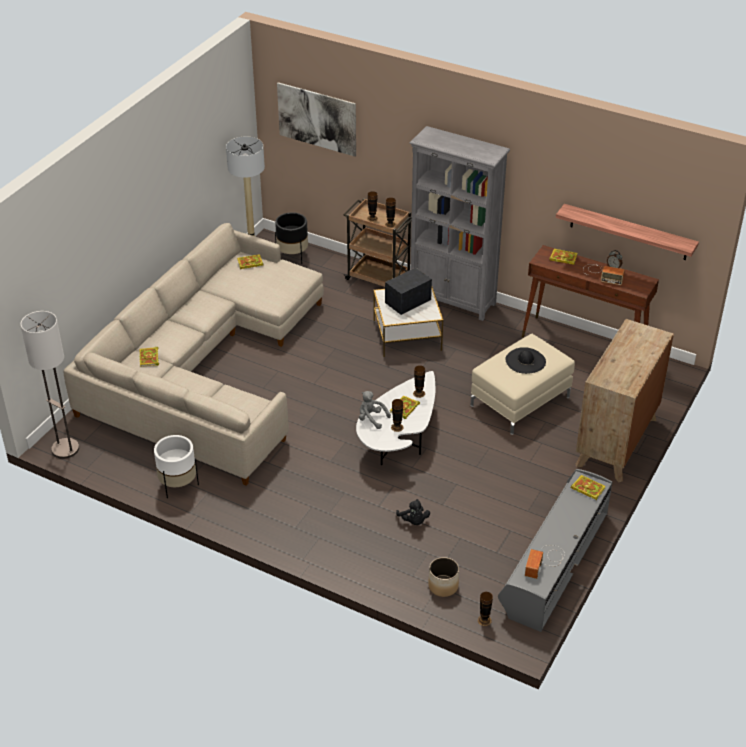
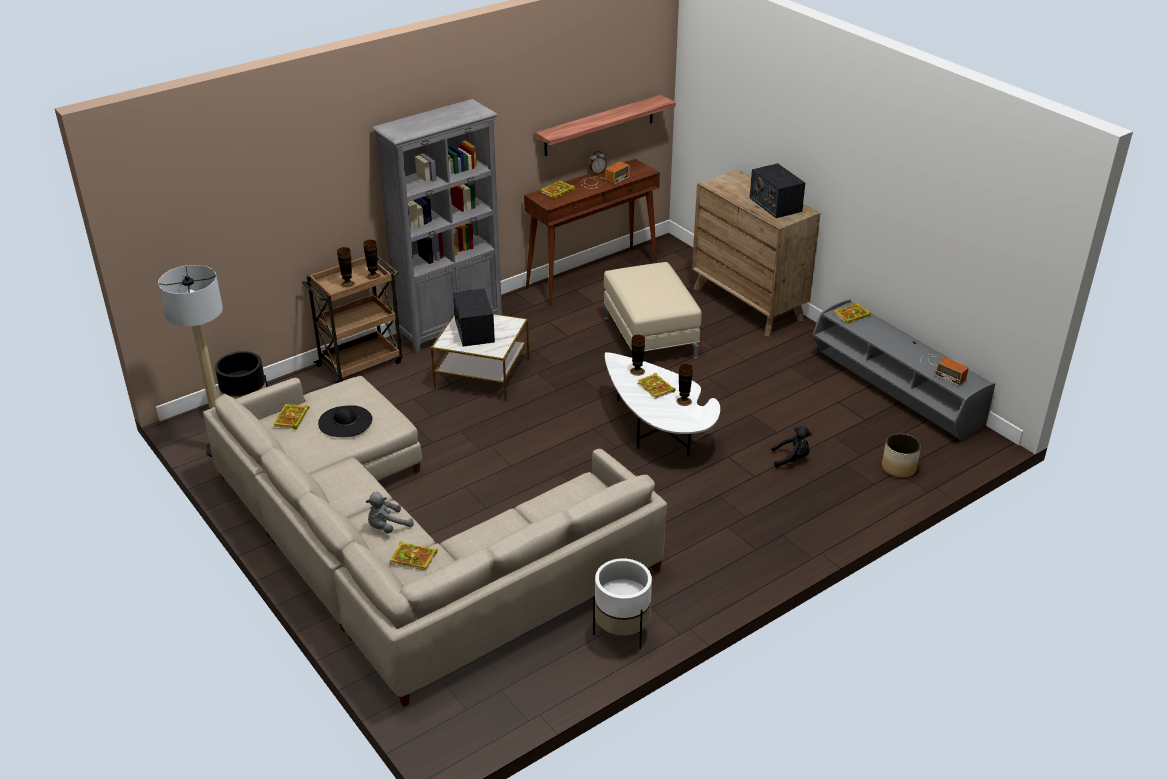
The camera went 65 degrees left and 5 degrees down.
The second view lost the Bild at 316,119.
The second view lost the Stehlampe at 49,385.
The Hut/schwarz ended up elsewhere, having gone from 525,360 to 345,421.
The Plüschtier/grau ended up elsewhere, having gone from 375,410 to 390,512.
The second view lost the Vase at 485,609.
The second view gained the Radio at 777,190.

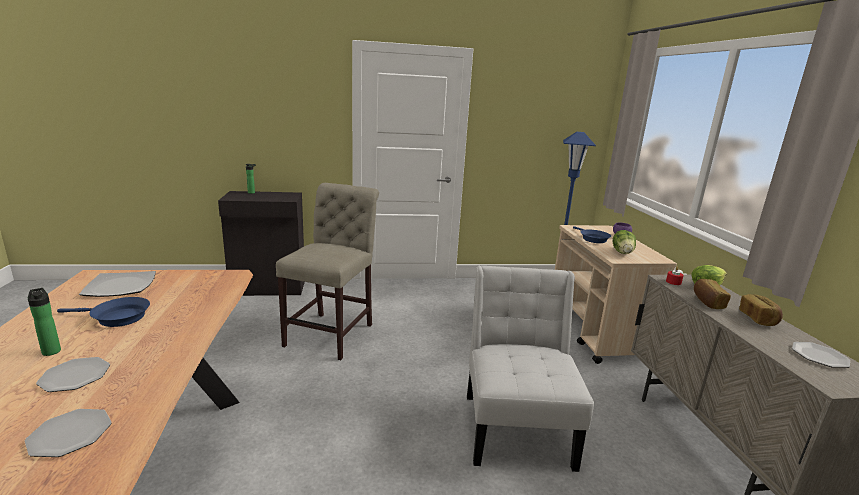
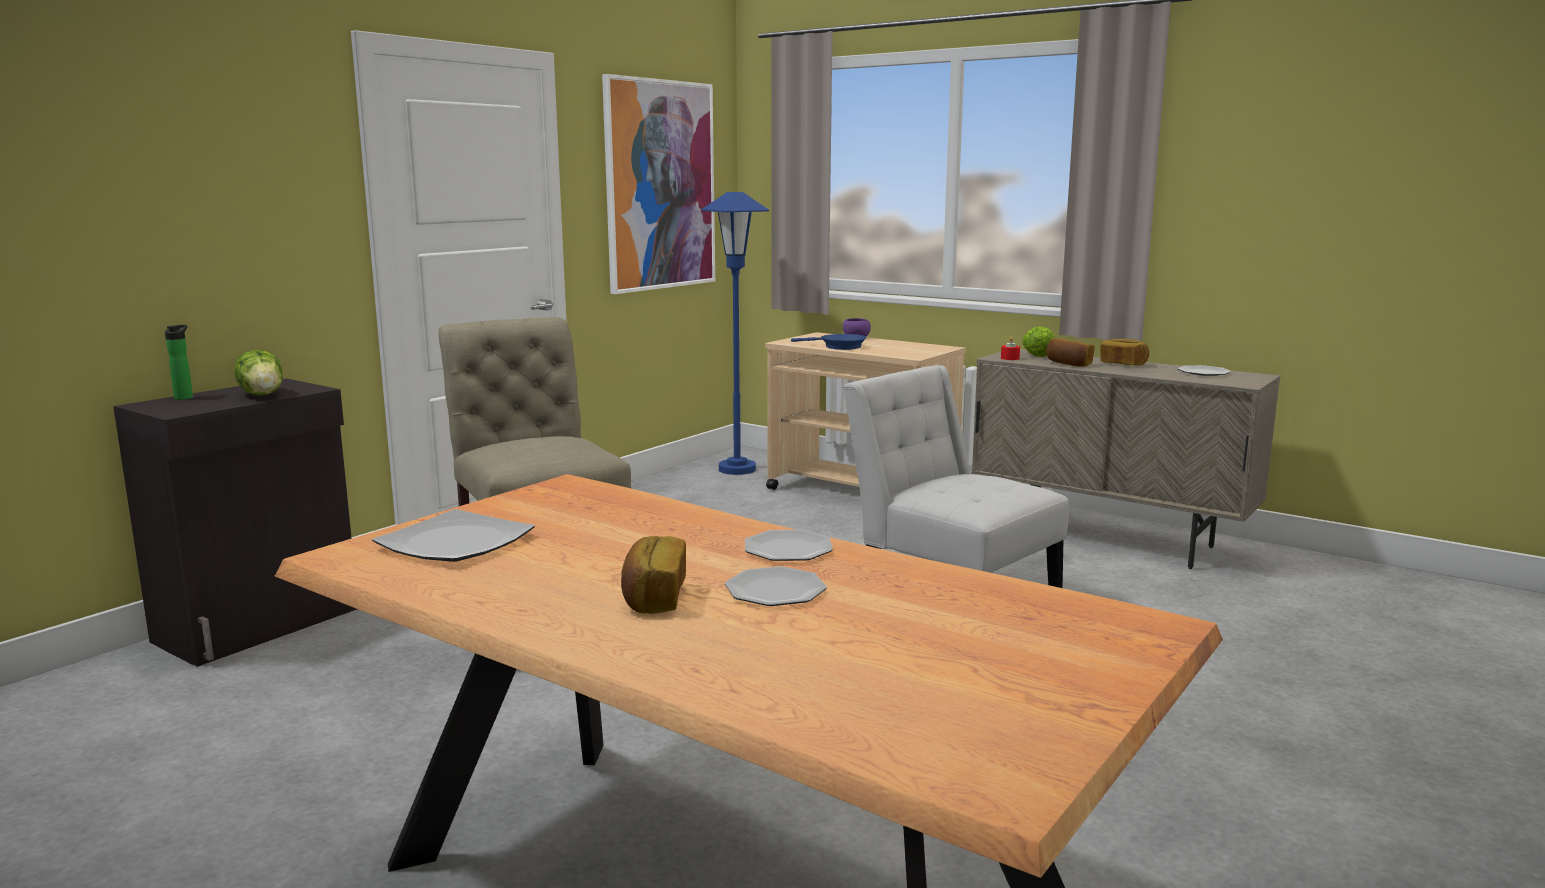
The camera went 45 degrees left and 5 degrees down.
The Salatkopf ended up elsewhere, having gone from 624,242 to 258,373.
Where the Flasche stood at 44,322, the Brot came to stand at 653,575.
The second view lost the Pfanne/blau at 103,312.
The Teller ended up elsewhere, having gone from 68,433 to 789,545.
The second view gained the Bild at 658,184.

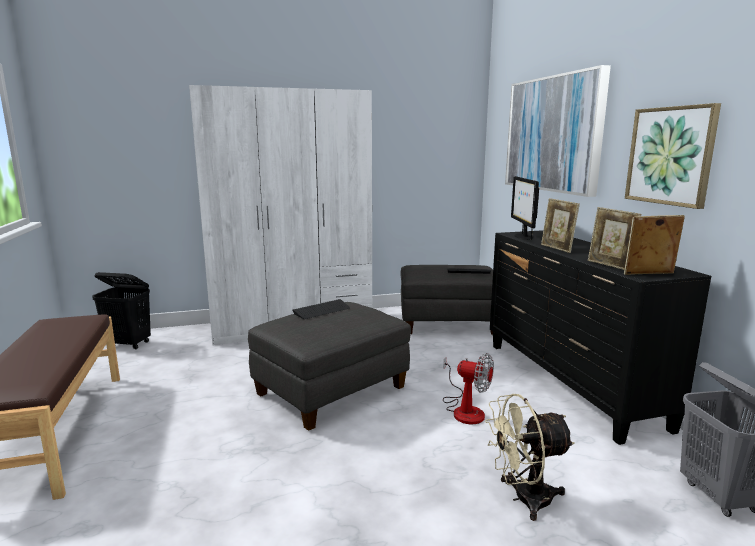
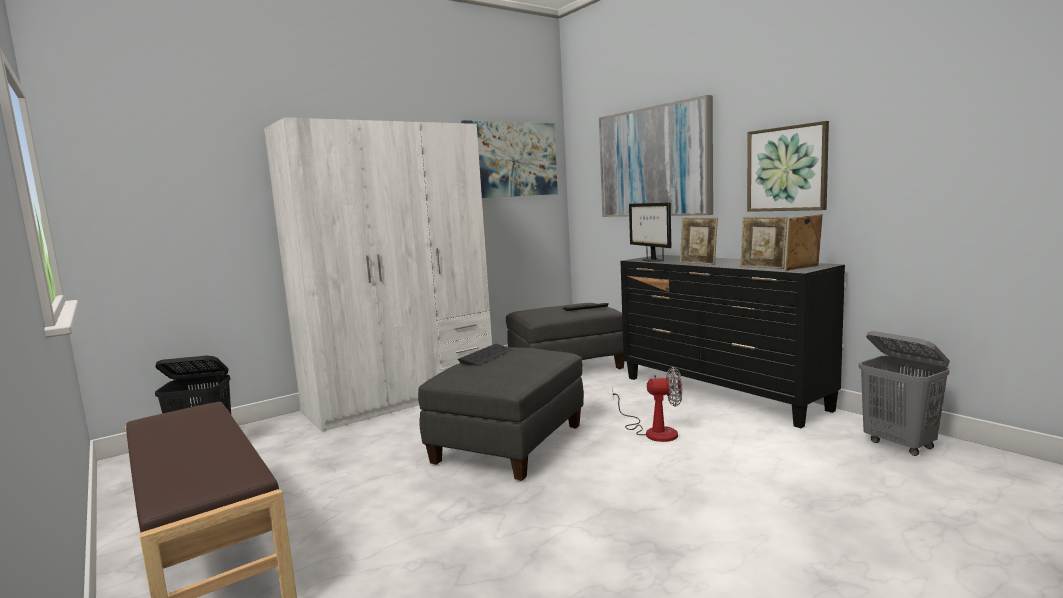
The camera went 20 degrees left and 5 degrees down.
The second view lost the Ventilator/beige at 530,457.
The second view gained the Bild at 509,159.

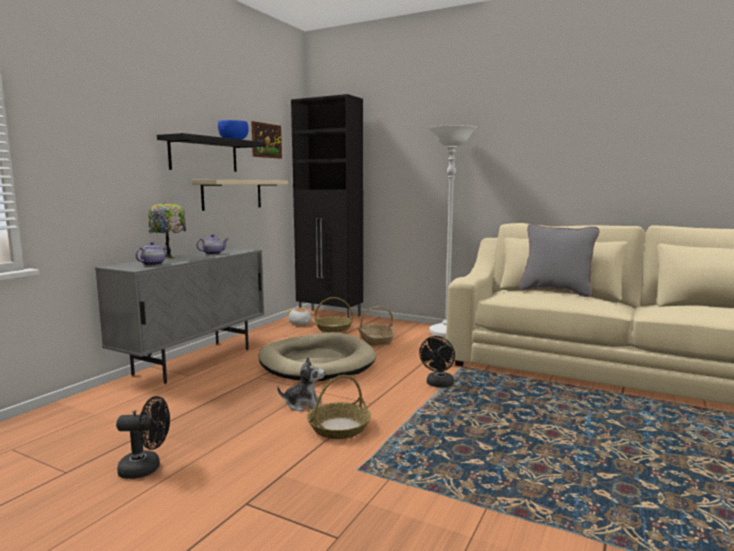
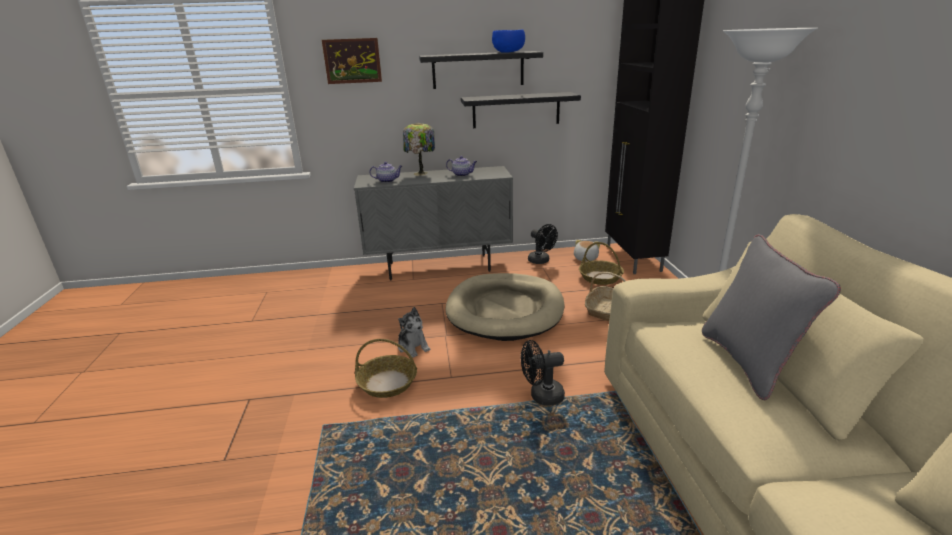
The camera went 55 degrees right and 15 degrees up.
The Bild ended up elsewhere, having gone from 266,140 to 352,61.
What was the Wandregal/beige at 240,195 turned into the Wandregal/schwarz at 521,110.
The Ventilator/schwarz ended up elsewhere, having gone from 143,437 to 543,244.

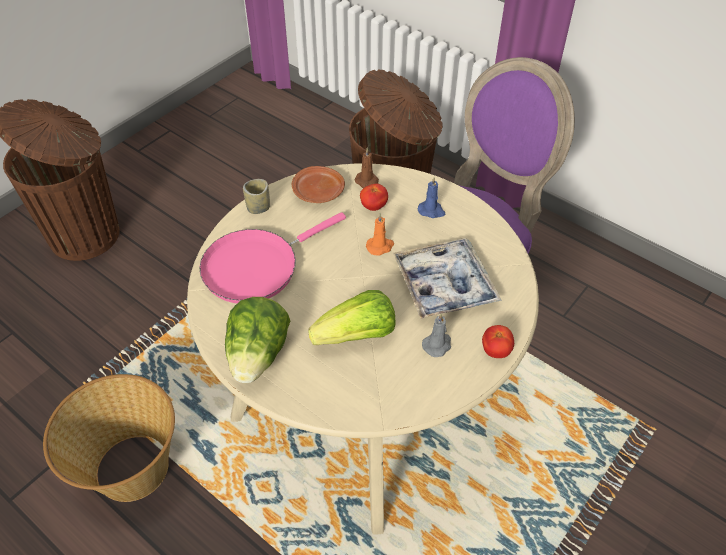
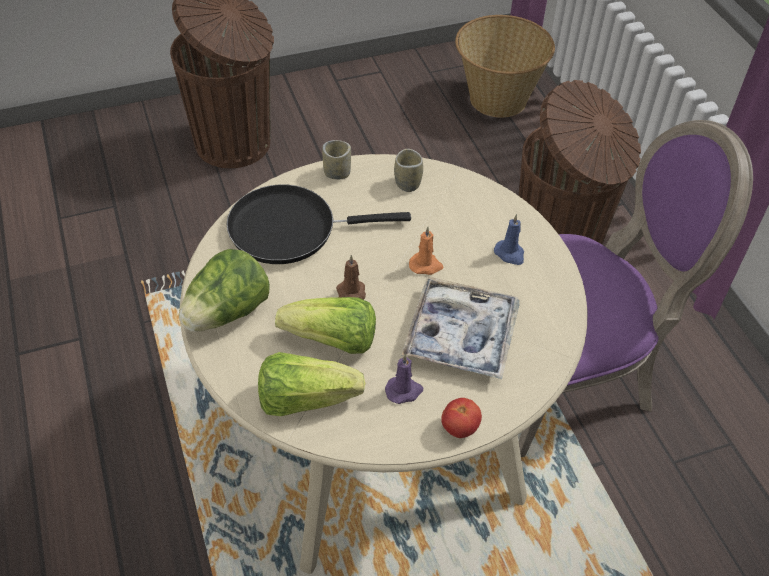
The camera went 30 degrees right and 0 degrees up.
The Kerze/braun ended up elsewhere, having gone from 367,168 to 351,277.
Where the Teller/braun stood at 318,184, the Tasse came to stand at 408,170.
The second view lost the Tomate at 374,197.
What was the Pfanne/rosa at 273,257 turned into the Pfanne/schwarz at 319,224.
What was the Kerze/grau at 436,335 turned into the Kerze/lila at 404,379.
The Korb ended up elsewhere, having gone from 109,438 to 505,66.
The second view gained the Salatkopf at 311,384.

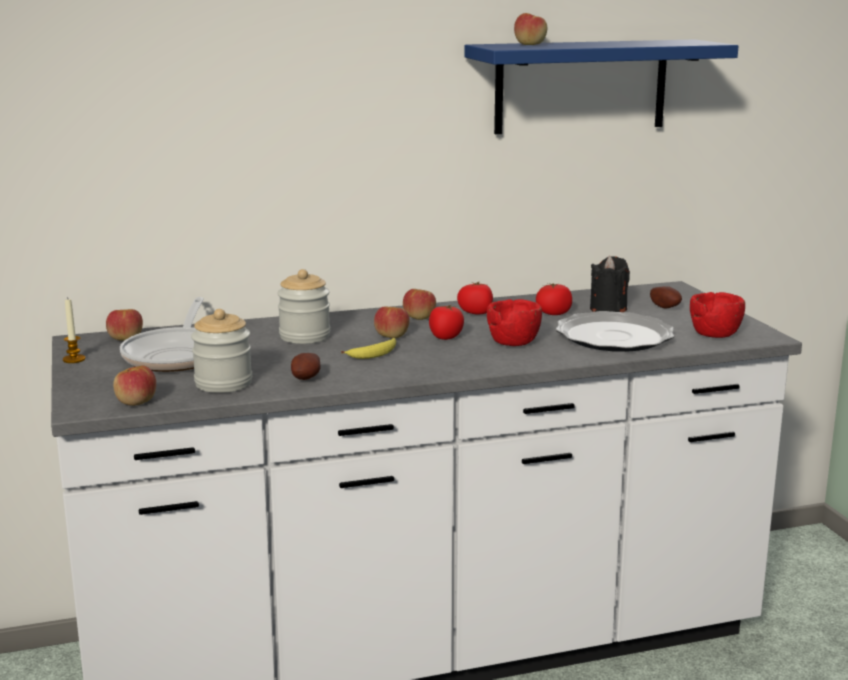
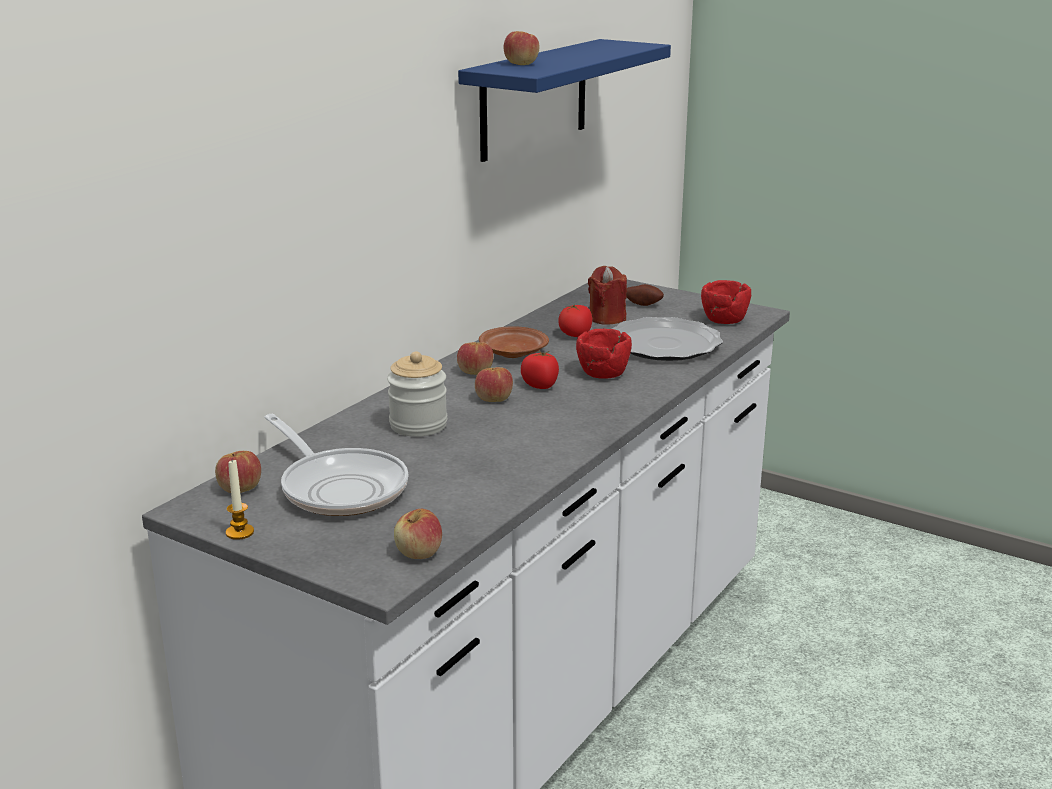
The camera went 40 degrees left and 5 degrees up.
What was the Kerze/schwarz at 610,284 turned into the Kerze/rot at 607,295.
Where the Tomate stood at 475,298, the Teller/braun came to stand at 514,342.
The second view lost the Vorratsglas at 221,351.
The second view lost the Banane at 368,348.
The second view lost the Kartoffel at 306,366.

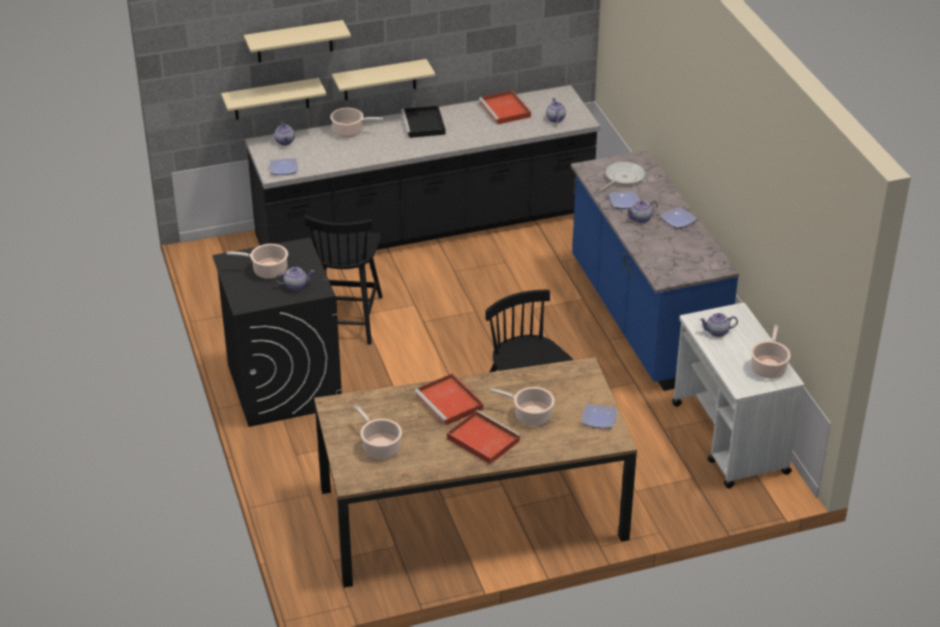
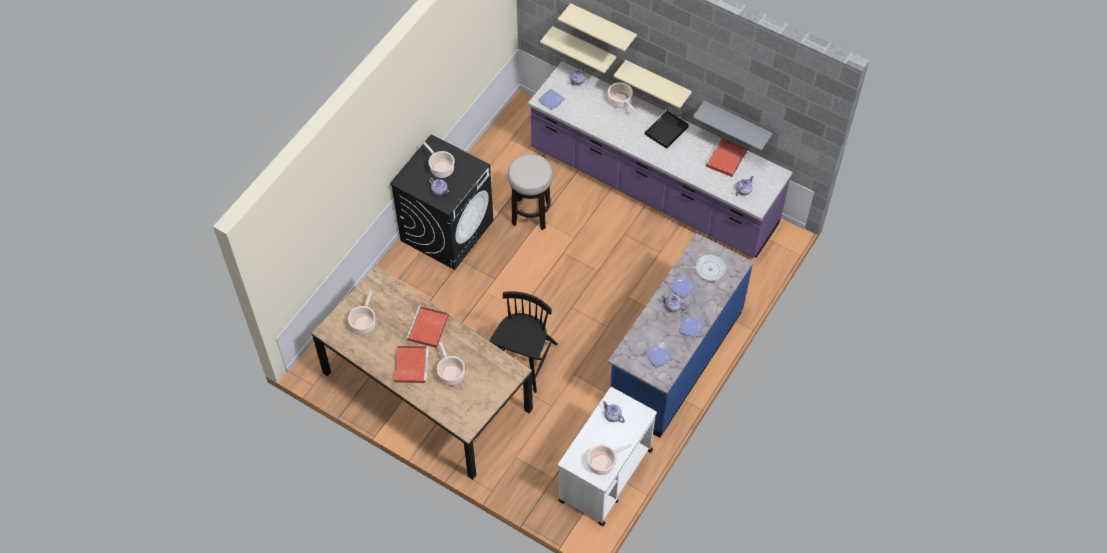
The camera went 50 degrees right and 20 degrees up.
What was the Küchenzeile/schwarz at 422,167 turned into the Küchenzeile/lila at 660,159.
Where the Stuhl/schwarz stood at 343,280, the Hocker came to stand at 530,192.
The Teller ended up elsewhere, having gone from 599,416 to 659,354.
The second view gained the Wandregal/grau at 732,126.

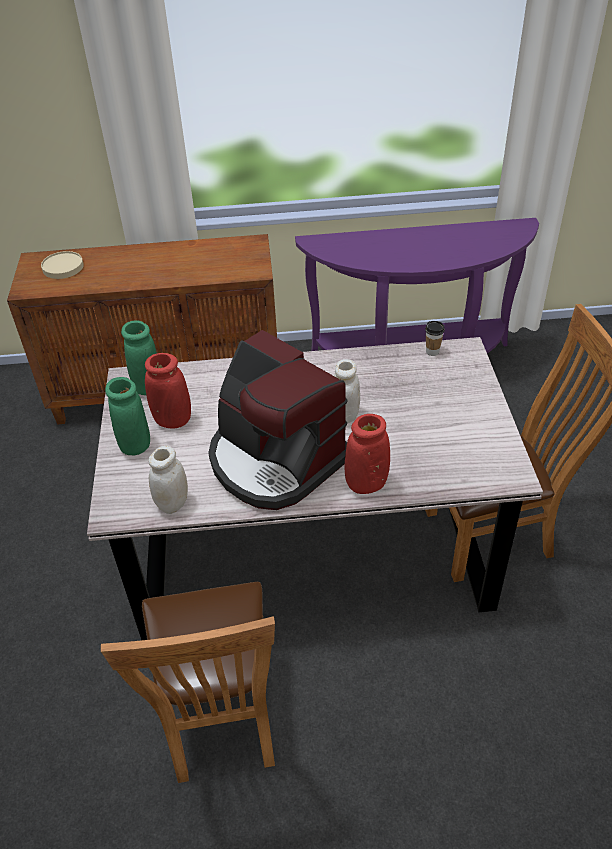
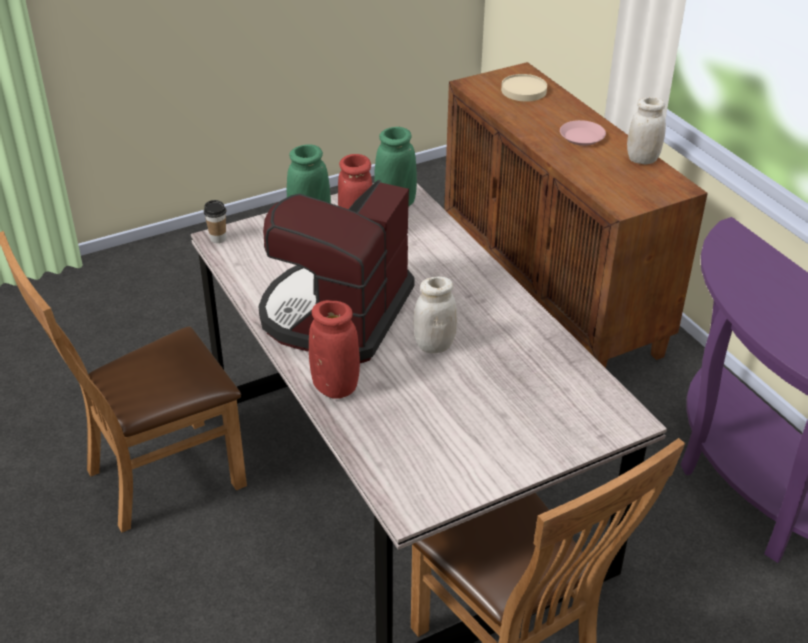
The camera went 65 degrees right and 5 degrees down.
The Tasse ended up elsewhere, having gone from 435,338 to 215,221.
The Vorratsglas/weiß ended up elsewhere, having gone from 168,480 to 646,130.
The second view gained the Teller/rosa at 583,133.

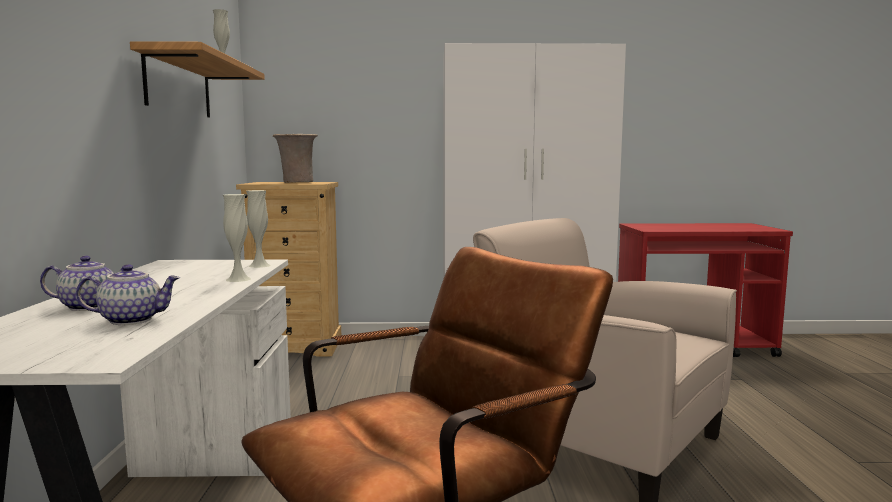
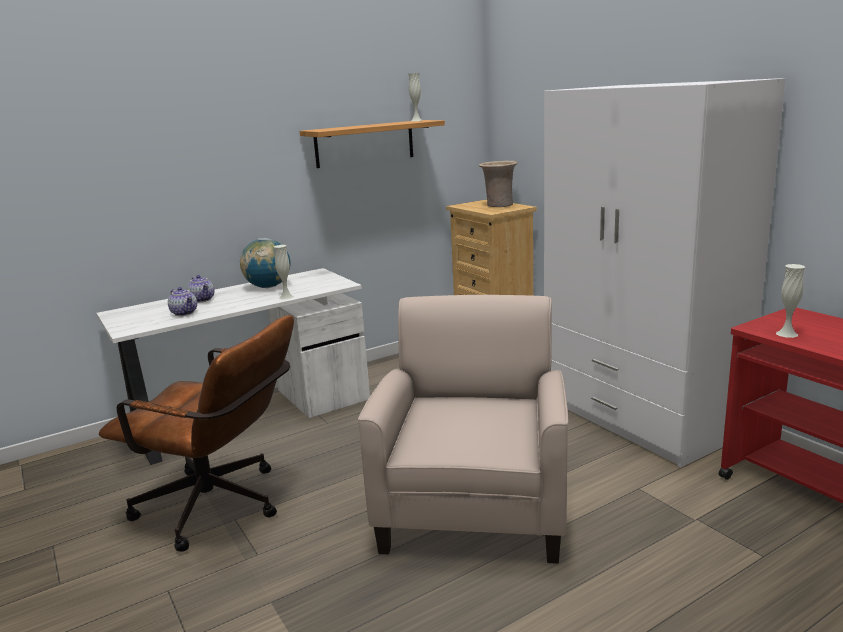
The camera went 60 degrees right and 10 degrees up.
The Vase/weiß ended up elsewhere, having gone from 258,229 to 790,301.
The second view gained the Globus at 265,263.

